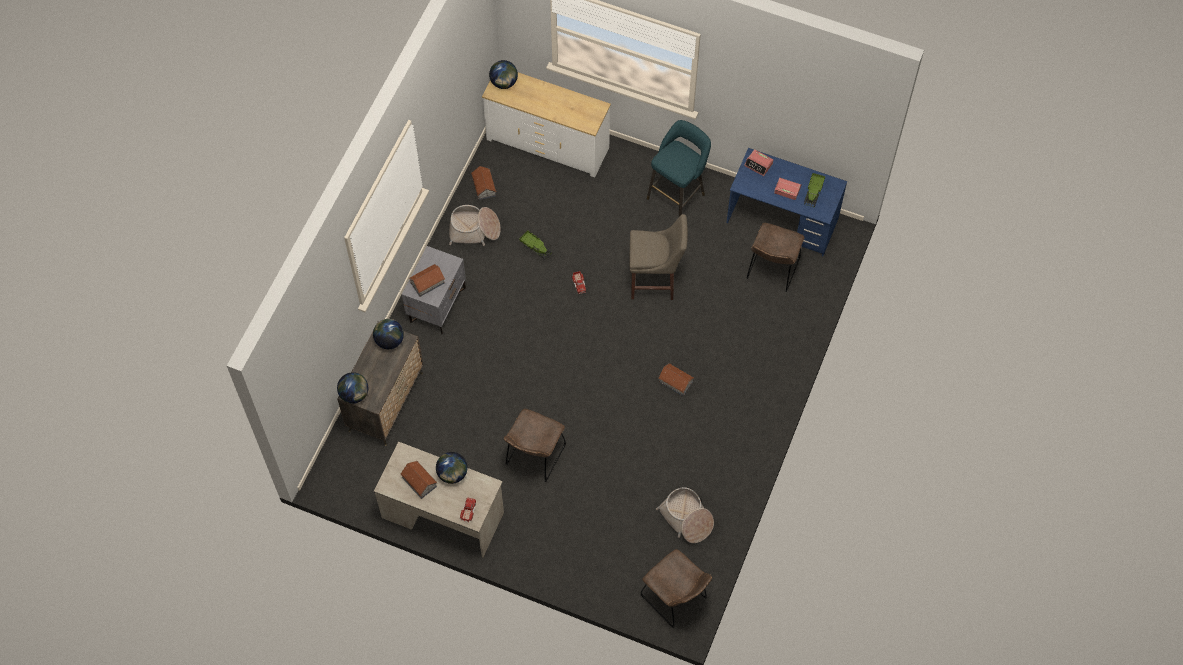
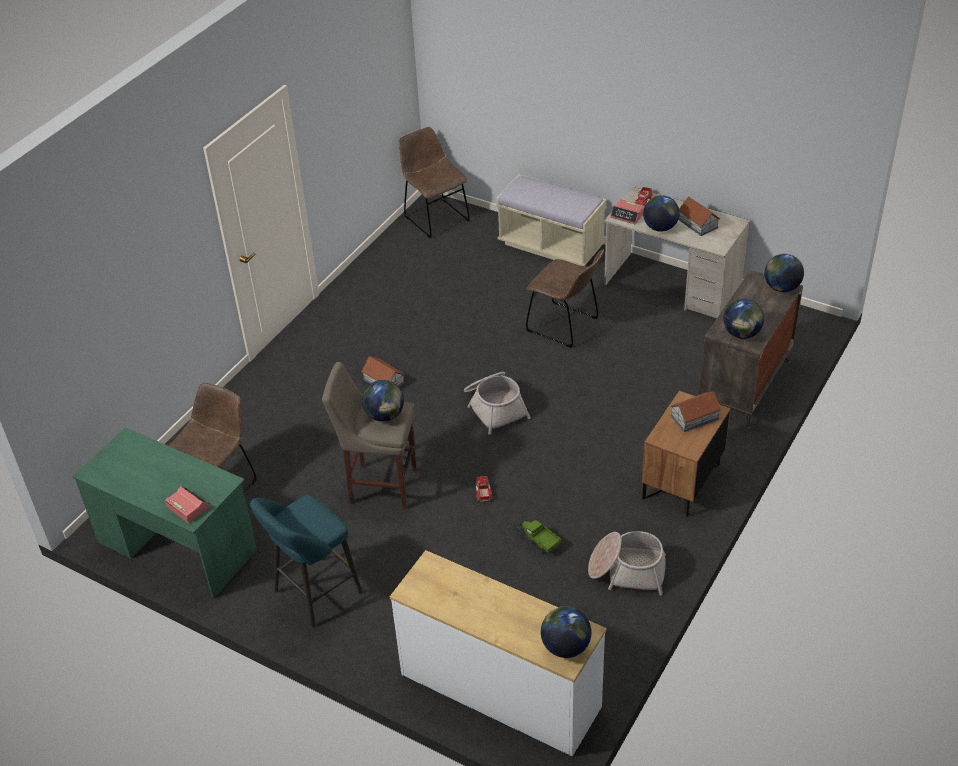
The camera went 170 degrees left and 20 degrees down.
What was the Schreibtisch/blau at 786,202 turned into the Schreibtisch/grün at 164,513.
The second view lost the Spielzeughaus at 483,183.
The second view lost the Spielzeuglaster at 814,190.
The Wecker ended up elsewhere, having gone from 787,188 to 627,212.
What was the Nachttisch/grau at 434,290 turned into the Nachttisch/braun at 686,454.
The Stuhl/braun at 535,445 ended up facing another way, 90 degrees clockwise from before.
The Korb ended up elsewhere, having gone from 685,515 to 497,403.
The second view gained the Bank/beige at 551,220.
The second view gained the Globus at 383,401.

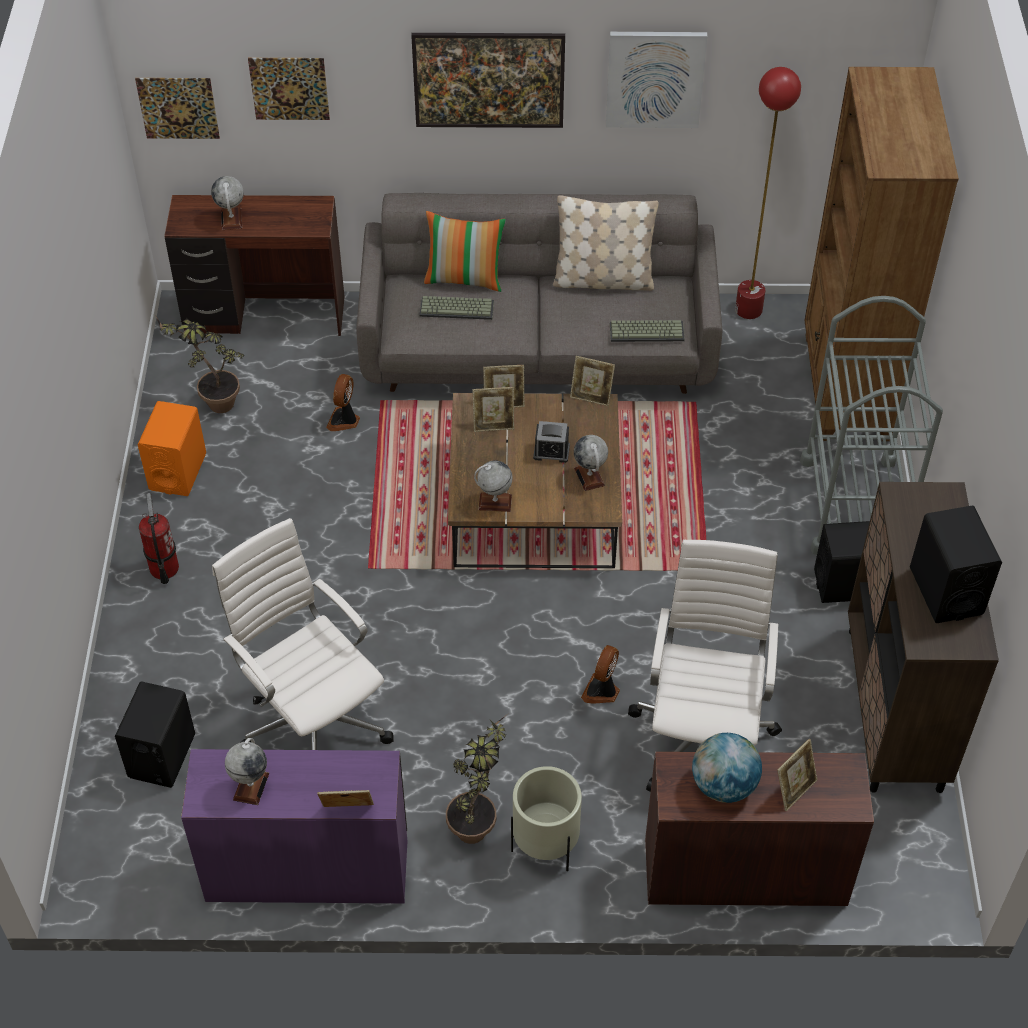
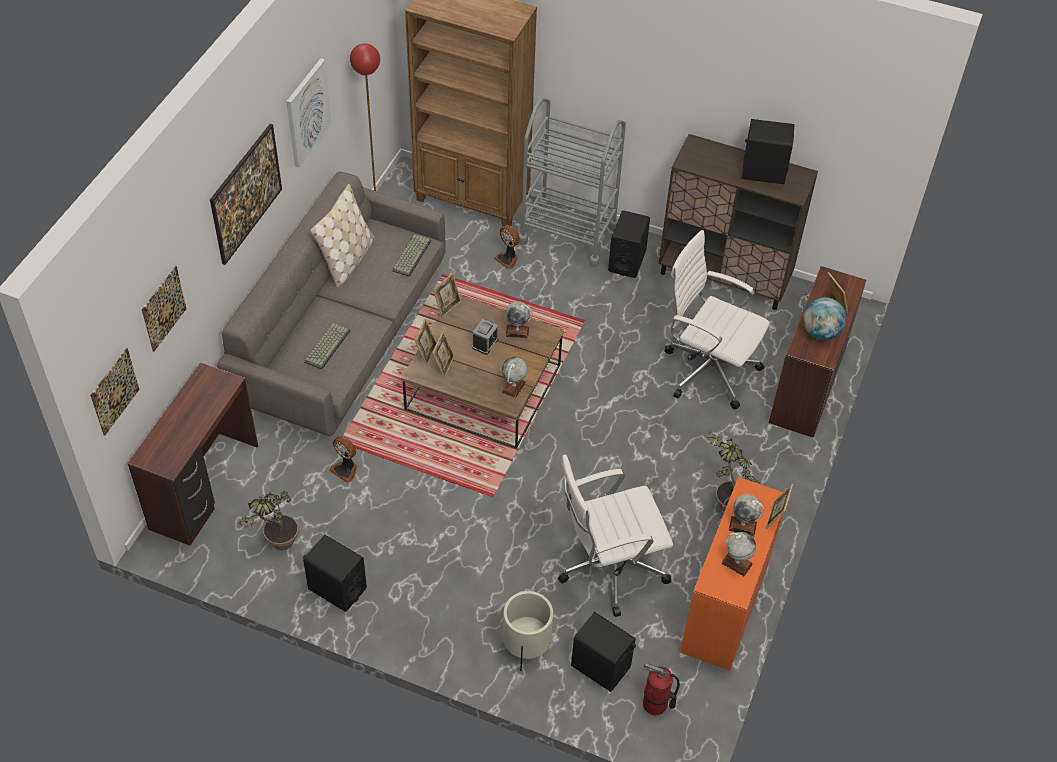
The camera went 70 degrees left and 0 degrees up.
The Globus ended up elsewhere, having gone from 227,203 to 746,515.
The second view lost the Kissen at 465,251.
What was the Lautsprecher/orange at 172,448 turned into the Lautsprecher/schwarz at 335,573.
The Feuerlöscher ended up elsewhere, having gone from 159,538 to 661,689.
The Ventilator ended up elsewhere, having gone from 600,674 to 507,247.
What was the Schreibtisch/lila at 294,826 turned into the Schreibtisch/orange at 732,574.
The Pflanzkübel/beige ended up elsewhere, having gone from 546,818 to 528,631.

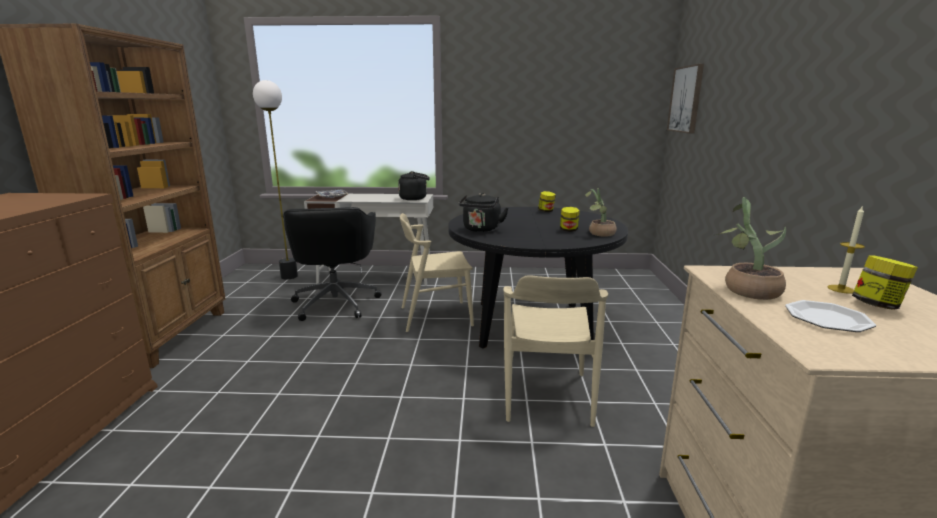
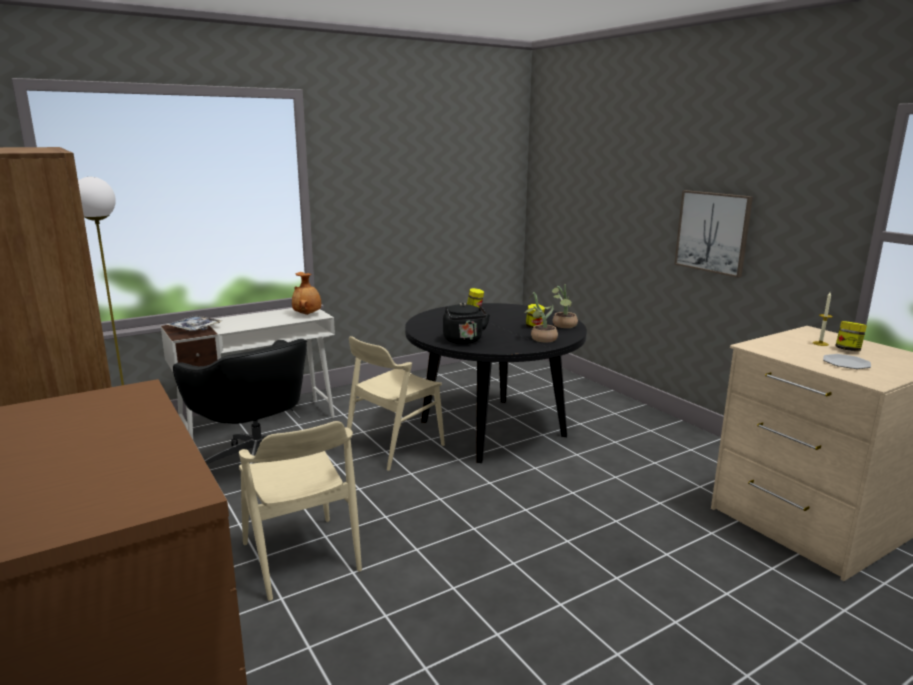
The camera went 35 degrees left and 0 degrees up.
The Bild ended up elsewhere, having gone from 685,99 to 713,234.
Where the Wasserkessel/schwarz stood at 414,185, the Vase/braun came to stand at 306,293.
The Topfpflanze ended up elsewhere, having gone from 751,248 to 541,317.
The Stuhl/beige ended up elsewhere, having gone from 555,351 to 300,511.

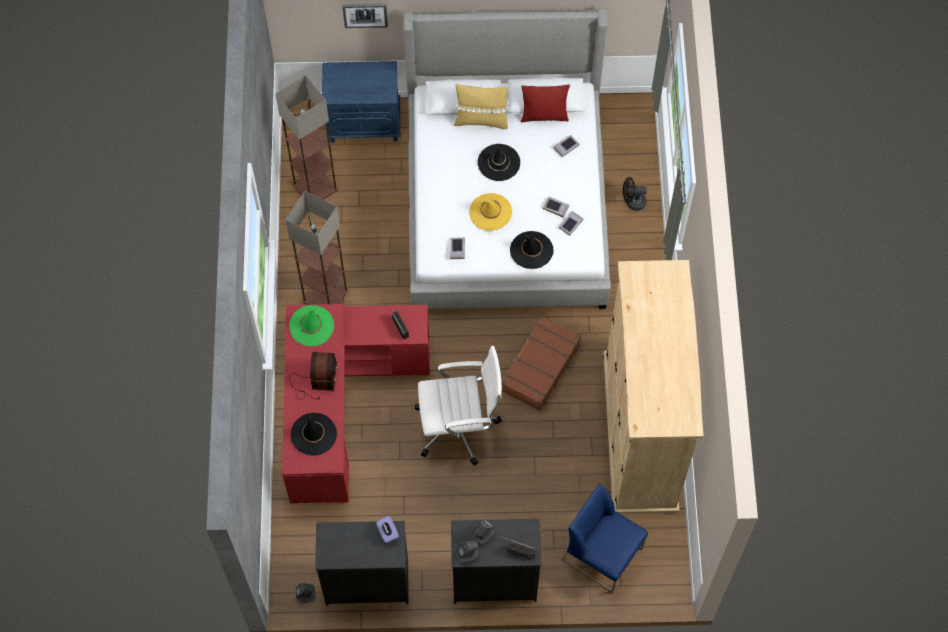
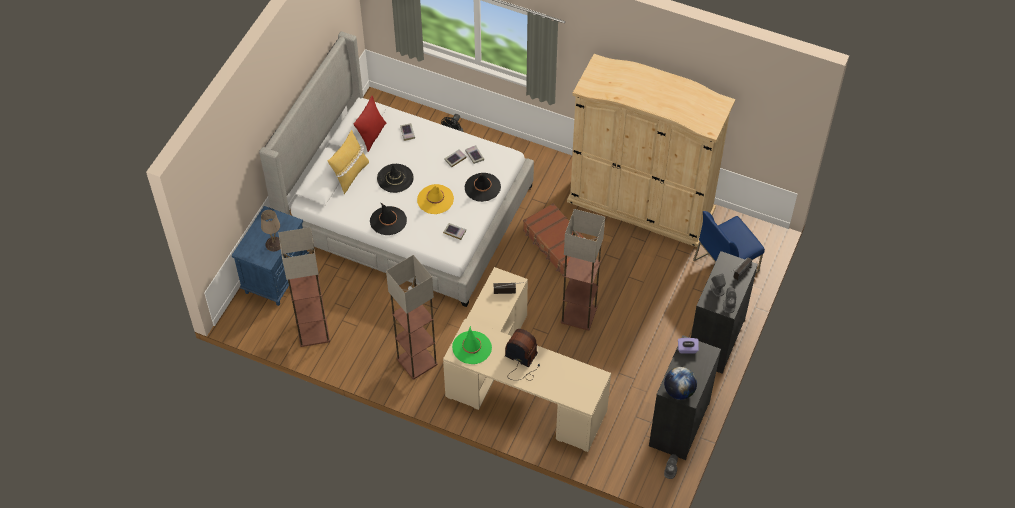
The camera went 65 degrees left and 10 degrees down.
The second view lost the Bild at 365,15.
What was the Schreibtisch/rot at 356,404 turned into the Schreibtisch/beige at 527,359.
Where the Bürostuhl/weiß stood at 458,405, the Stehlampe came to stand at 583,270.
The Hut/schwarz ended up elsewhere, having gone from 314,434 to 388,218.
The second view gained the Tischlampe/beige at 271,231.
The second view gained the Globus at 680,383.

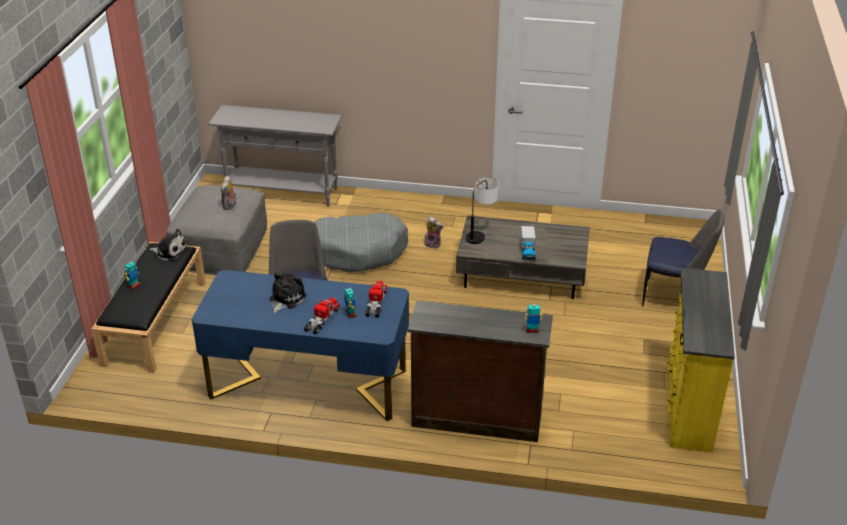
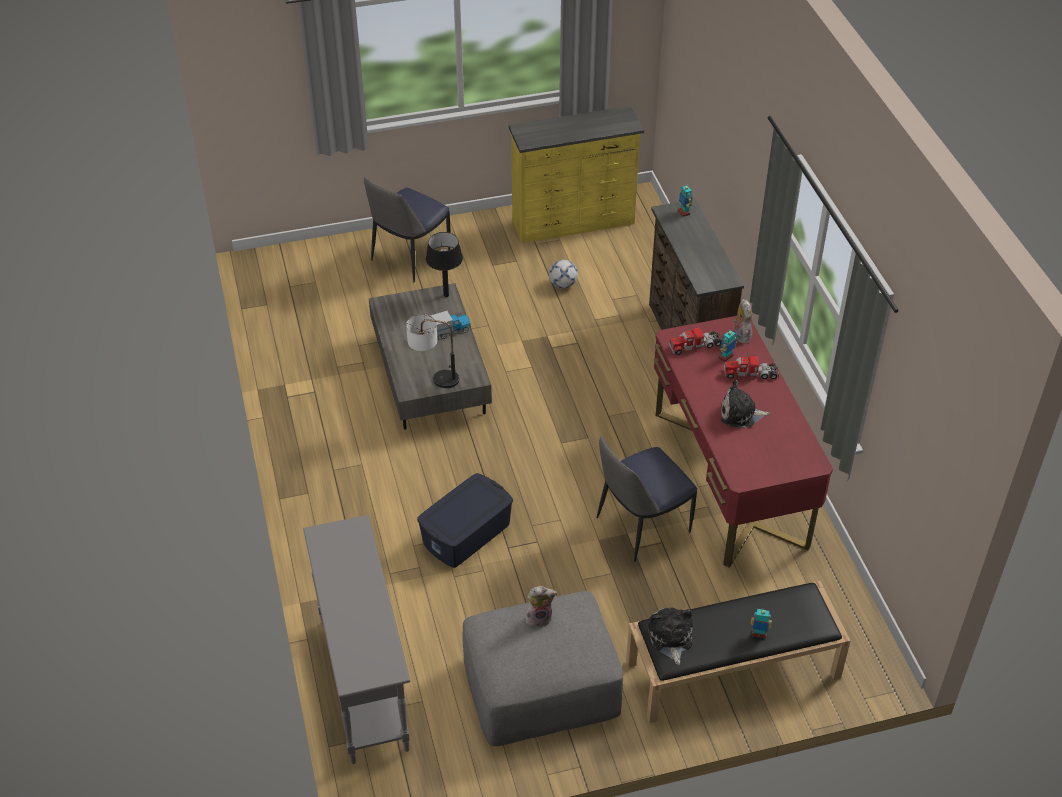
The camera went 115 degrees left and 10 degrees up.
The Stuhl at 683,258 ended up facing another way, 135 degrees counterclockwise from before.
Where the Hundebett/grau stood at 361,243, the Aufbewahrungsbox/blau came to stand at 465,520.
The Plüschtier ended up elsewhere, having gone from 434,233 to 742,321.
What was the Schreibtisch/blau at 300,345 turned into the Schreibtisch/rot at 743,442.
The second view gained the Tischlampe/schwarz at 444,264.
The second view gained the Fußball at 563,274.

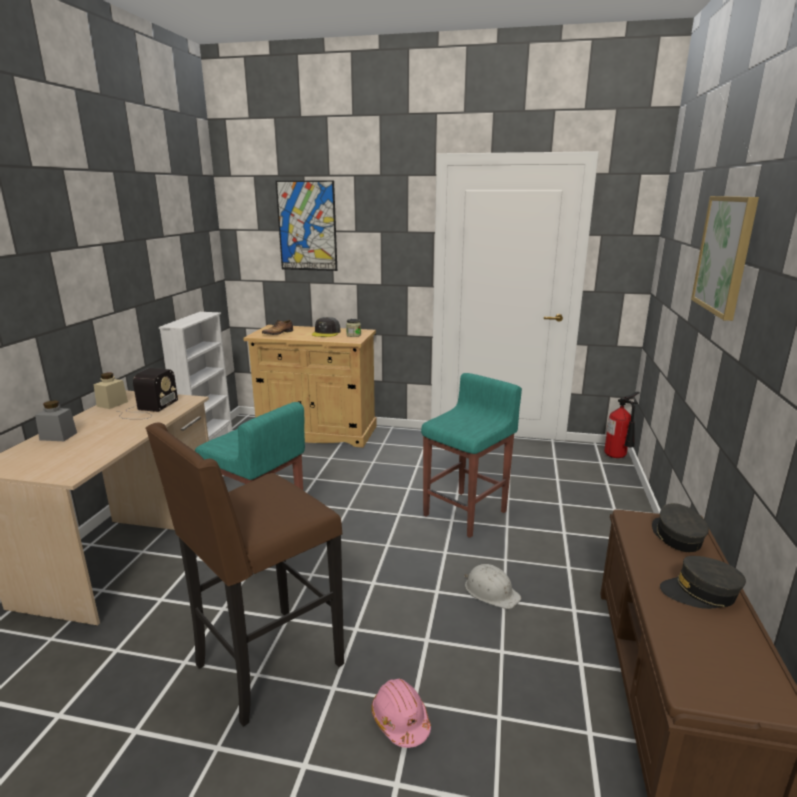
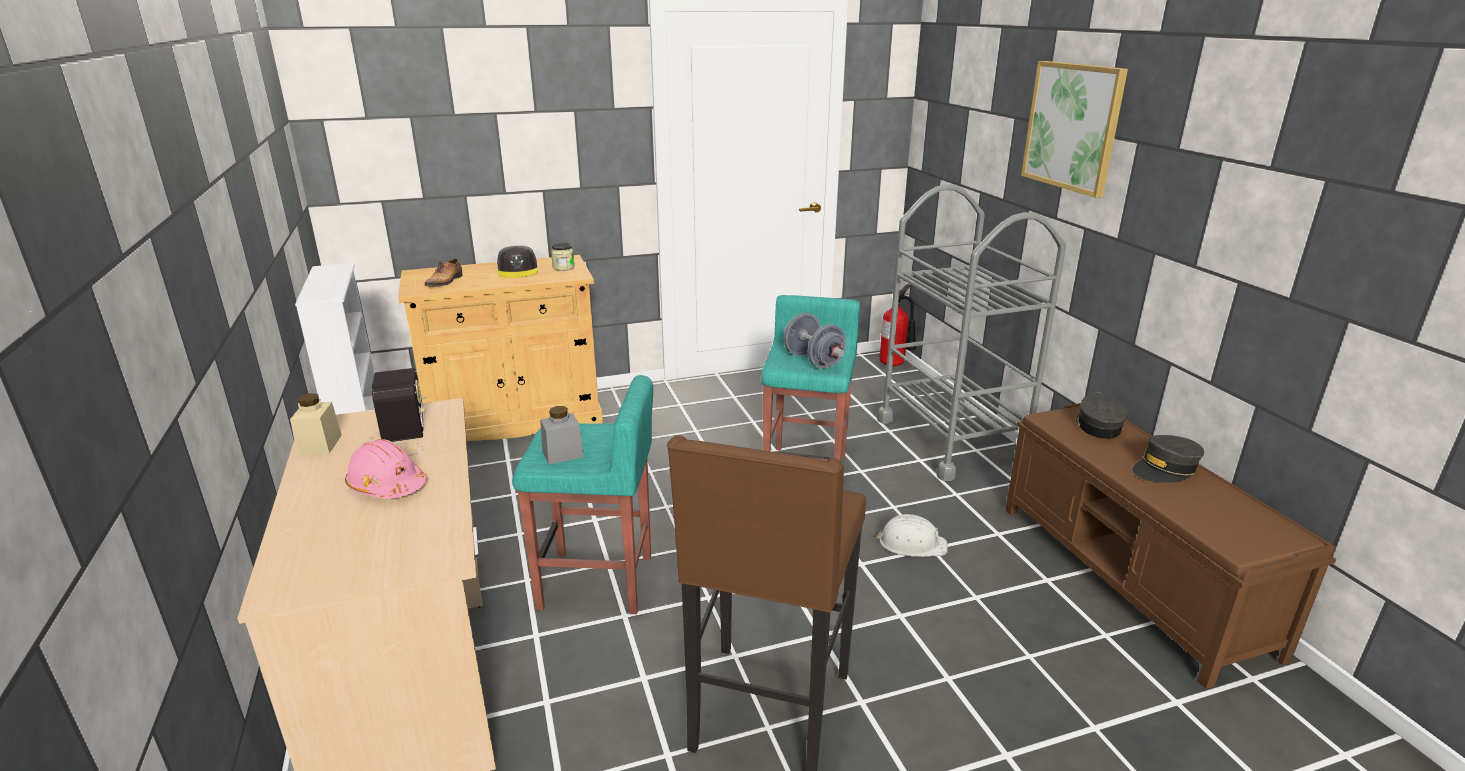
The camera went 30 degrees left and 5 degrees up.
The second view lost the Bild at 306,226.
The Vorratsglas/grau ended up elsewhere, having gone from 56,420 to 562,435.
The Kappe/grau at 680,527 ended up facing another way, 45 degrees clockwise from before.
The Schutzhelm/rosa ended up elsewhere, having gone from 401,713 to 386,469.
The second view gained the Rollwagen/grau at 971,332.
The second view gained the Hantel/grau at 815,341.

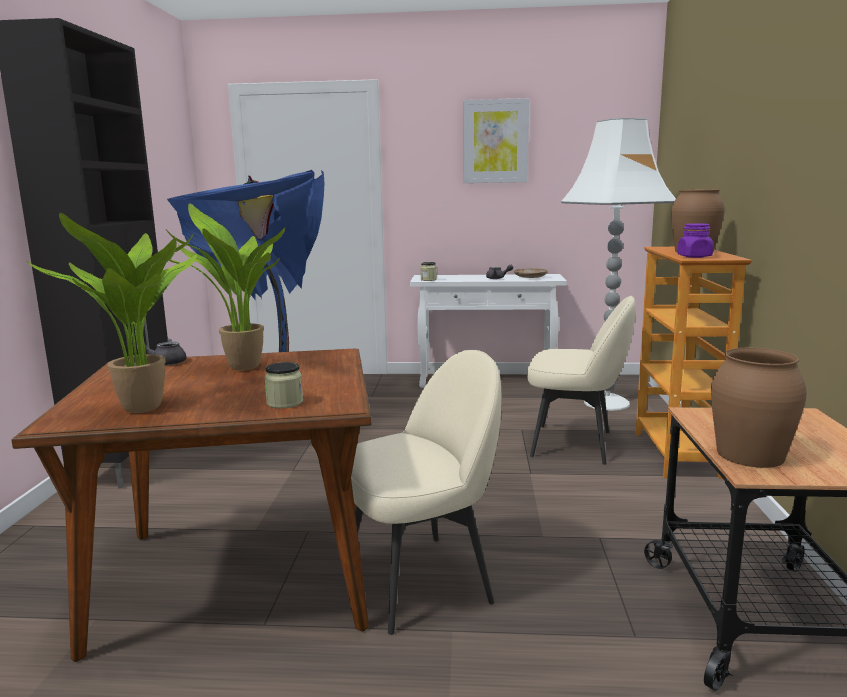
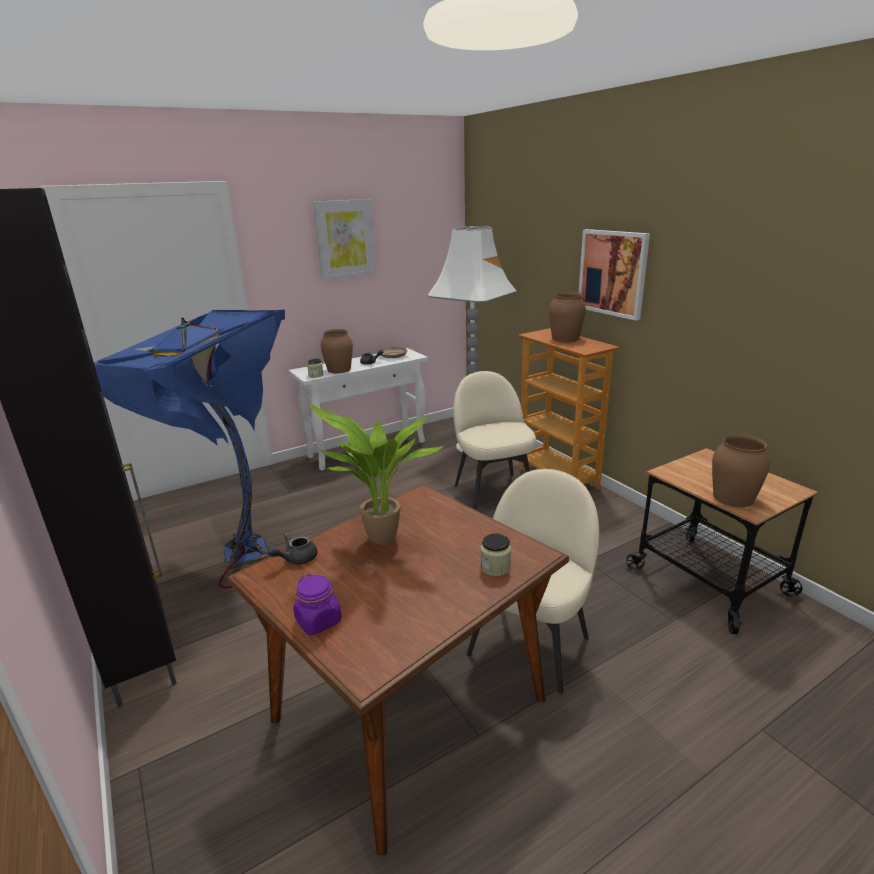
The camera went 35 degrees left and 10 degrees up.
The second view lost the Topfpflanze at 112,313.
The Vorratsglas/lila ended up elsewhere, having gone from 695,240 to 317,604.
The Stuhl/beige at 581,380 ended up facing another way, 90 degrees counterclockwise from before.
The second view gained the Bild at 614,275.
The second view gained the Vase/braun at 337,351.

